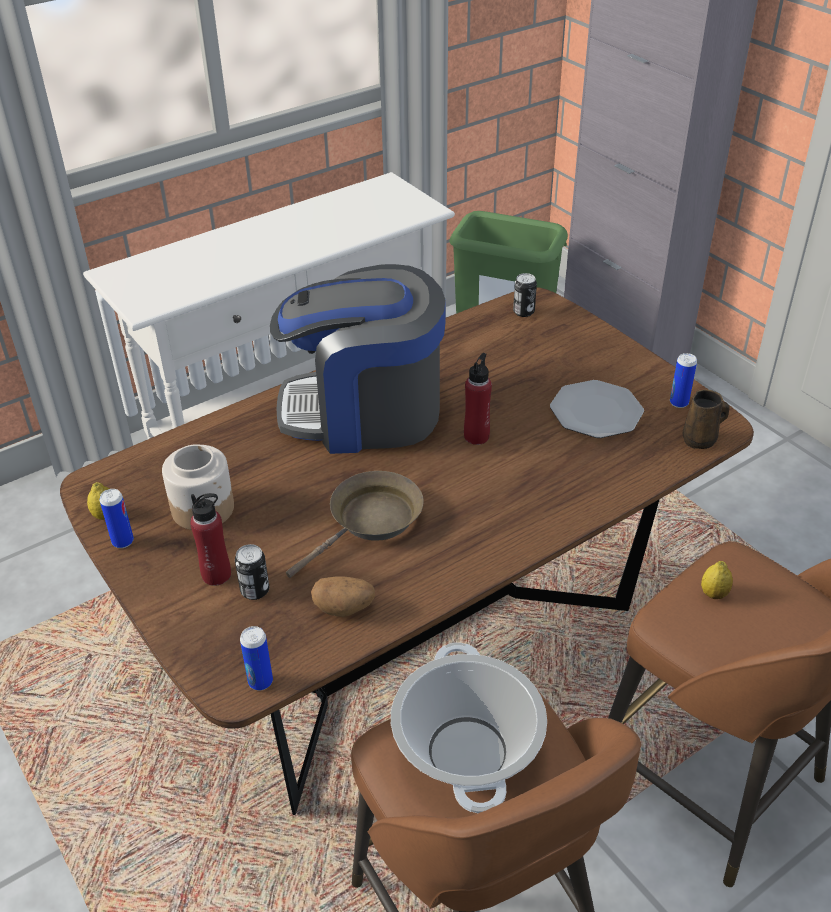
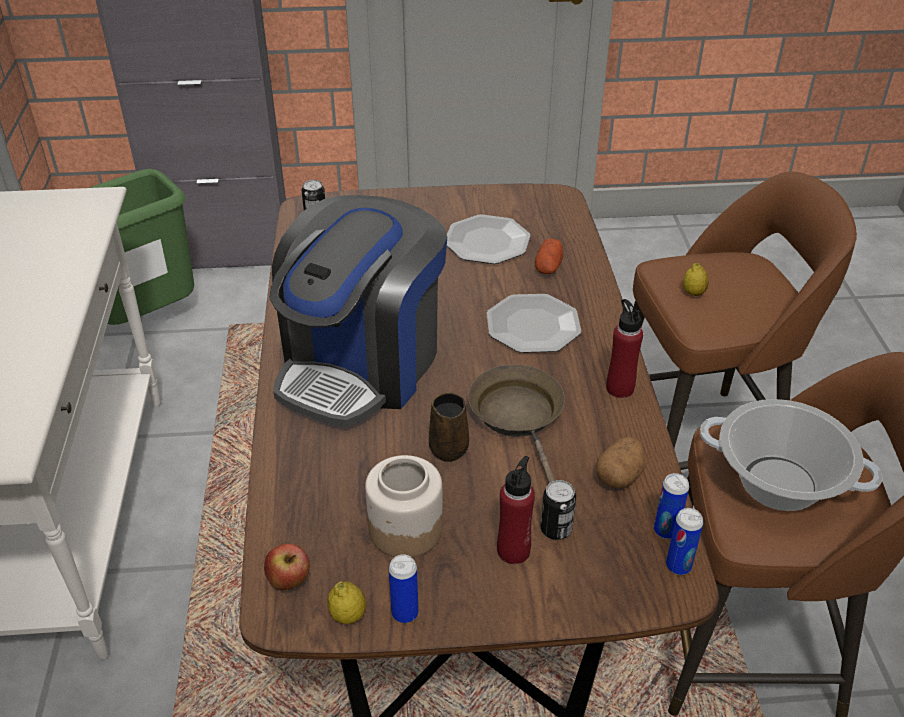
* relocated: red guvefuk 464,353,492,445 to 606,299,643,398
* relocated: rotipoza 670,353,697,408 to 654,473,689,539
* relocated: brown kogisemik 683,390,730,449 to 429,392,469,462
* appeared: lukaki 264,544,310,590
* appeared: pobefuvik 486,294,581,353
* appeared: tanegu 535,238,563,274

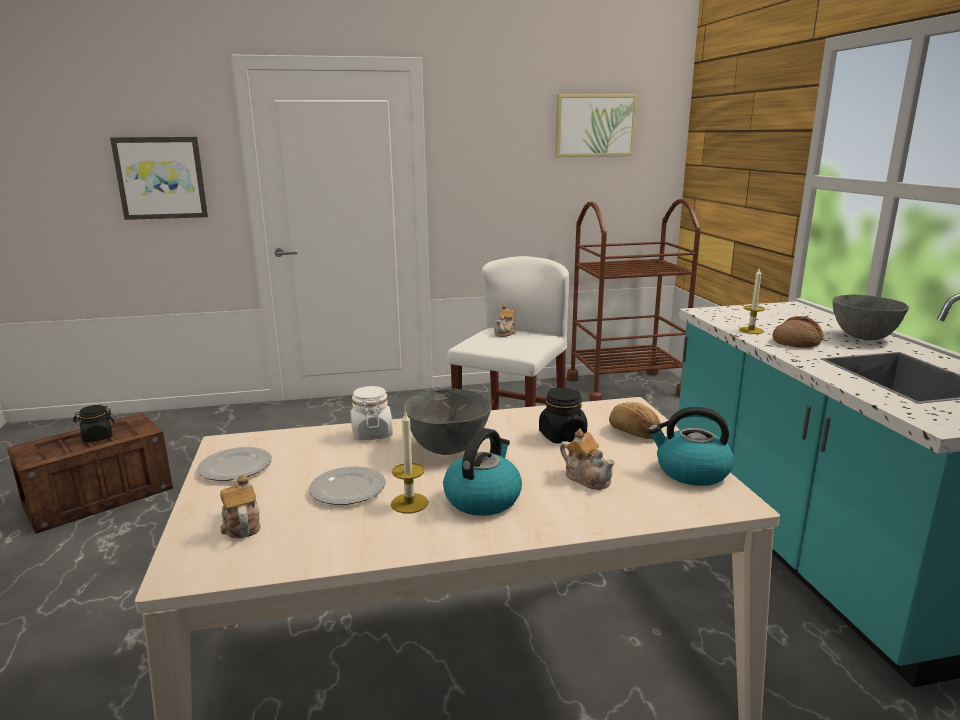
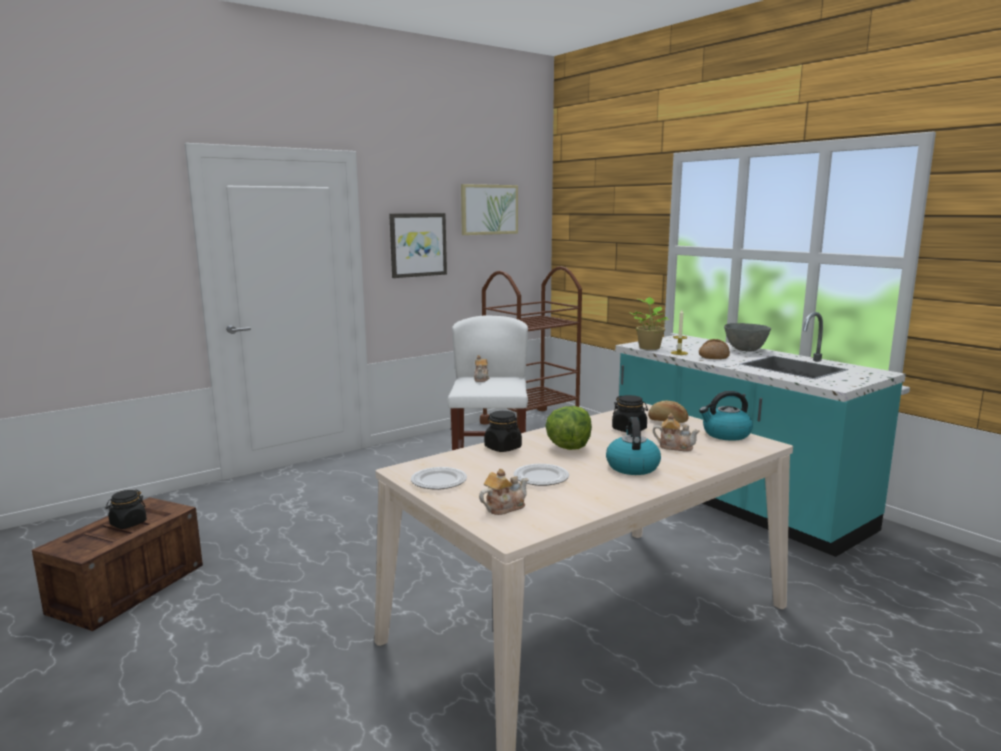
* relocated: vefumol 110,137,208,220 to 389,213,447,278
* spun: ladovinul 220,474,261,538 = 479,469,529,515 105 degrees clockwise
* colour: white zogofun 351,386,393,441 to black zogofun 484,411,522,452
* missing: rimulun 391,410,428,513
* exchanged: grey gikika 404,389,491,455 to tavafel 545,406,592,450
* appeared: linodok 631,297,670,350

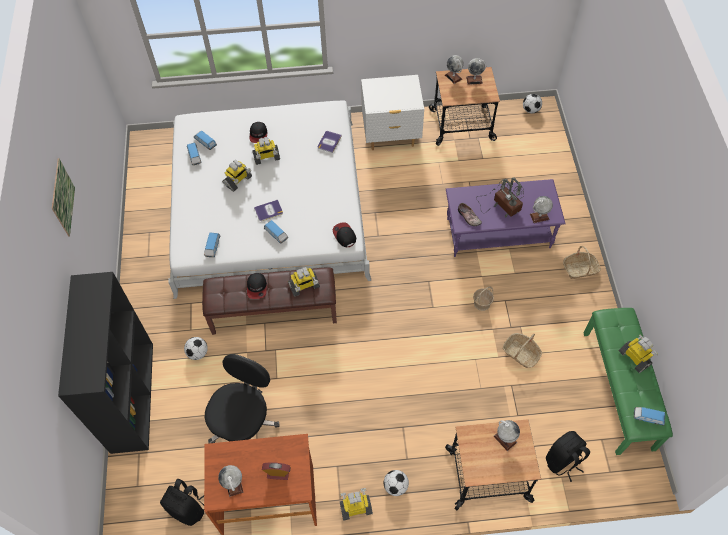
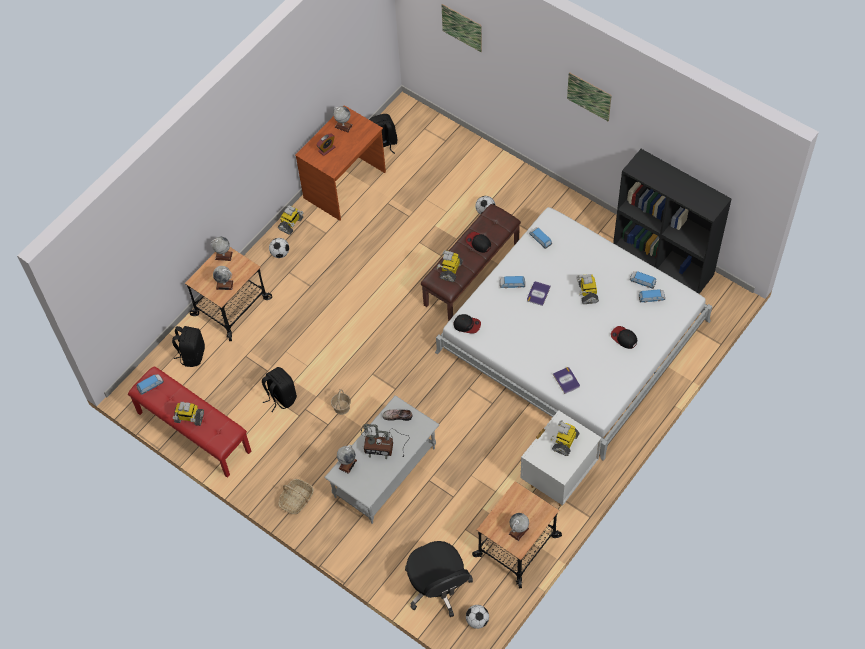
* relocated: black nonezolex 58,272,153,454 to 613,149,731,294
* relocated: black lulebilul 205,354,280,443 to 405,541,473,617
* relocated: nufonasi 252,137,280,165 to 550,420,580,456
* relocated: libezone 445,55,464,84 to 211,237,233,261
* colour: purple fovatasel 446,179,566,257 to grey fovatasel 324,395,440,524
* exchanged: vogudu 503,333,542,368 to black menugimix 262,367,297,412
* colour: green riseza 584,308,673,455 to red riseza 128,366,251,478
* appeared: vefumol 441,4,482,52

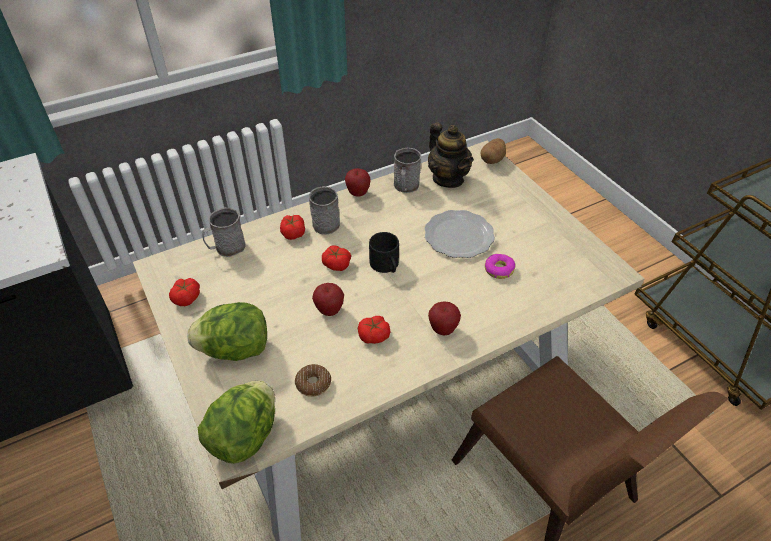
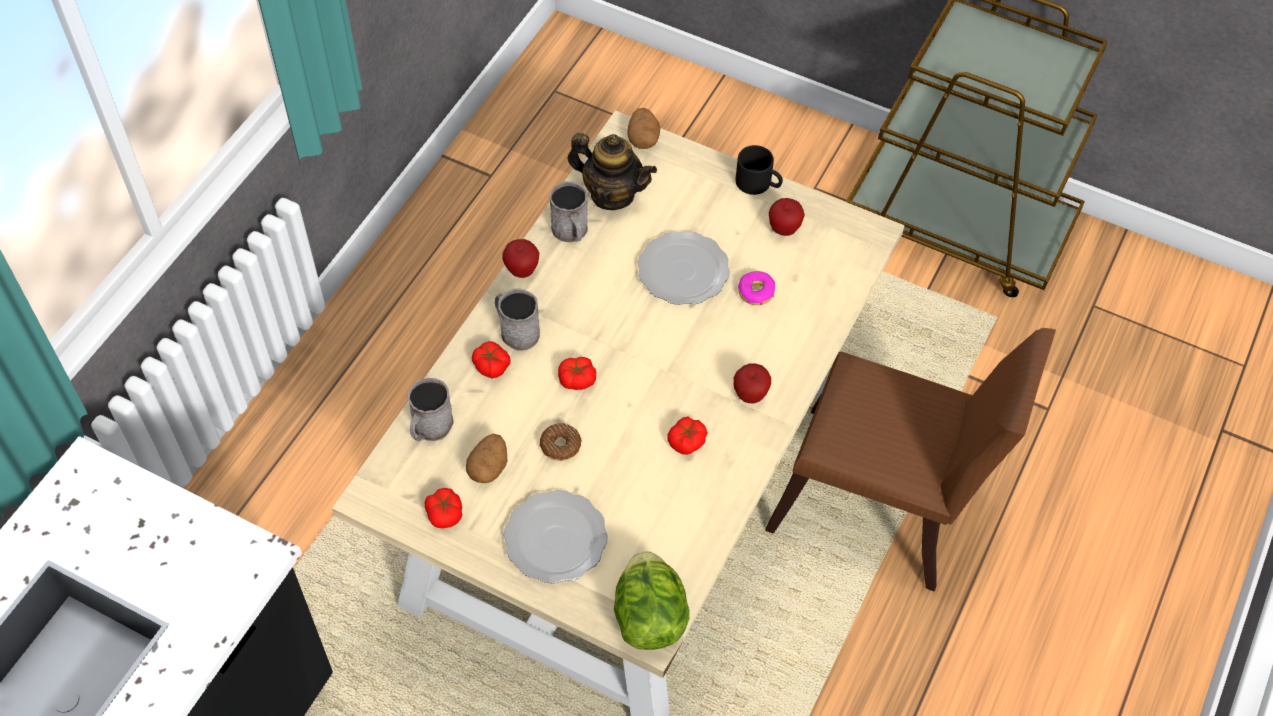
* exchanged: tavafel 187,302,267,361 to pobefuvik 504,490,608,584
* relocated: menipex 295,364,331,397 to 540,423,582,461
* relocated: lukaki 312,283,344,316 to 769,198,805,236
* relocated: black kogisemik 369,232,399,273 to 736,145,783,195
* appeared: tanegu 466,434,508,483

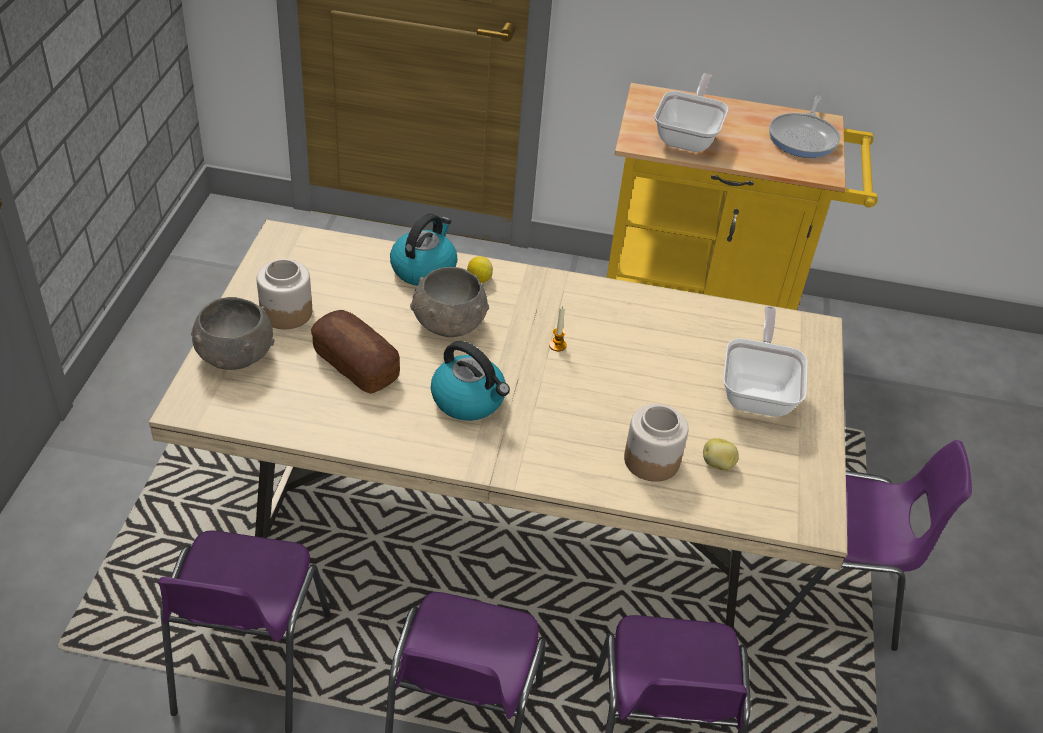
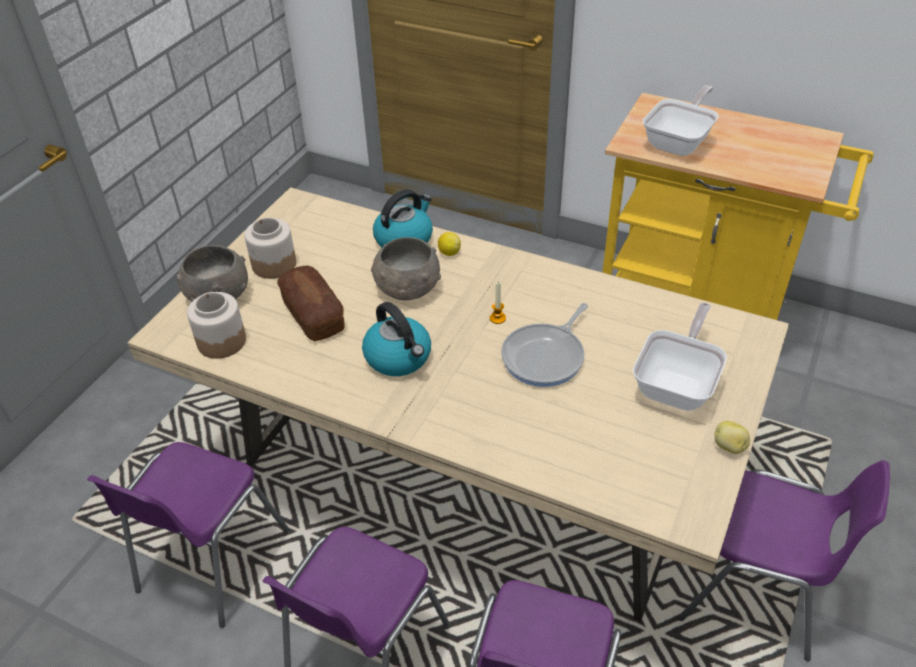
* relocated: zogofun 624,404,689,482 to 187,292,246,359
* relocated: tanegu 703,438,739,470 to 714,421,750,454
* relocated: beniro 769,96,840,158 to 501,303,588,387

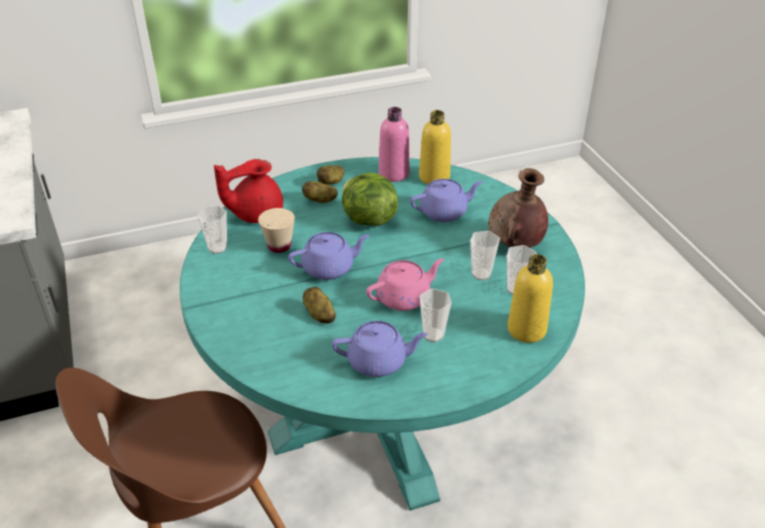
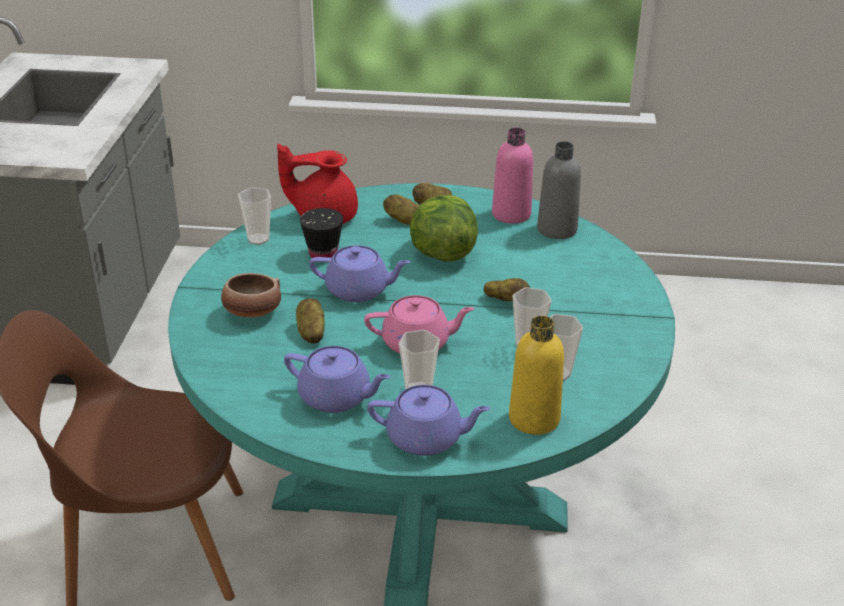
* colour: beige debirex 258,208,295,253 to black debirex 300,208,343,258
* relocated: purple ladovinul 410,179,483,222 to 368,385,490,456
* colour: yellow guvefuk 419,110,451,184 to grey guvefuk 537,141,581,239
* missing: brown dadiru 488,168,548,248
* appeared: gikika 221,273,281,318
* appeared: tanegu 484,278,530,301

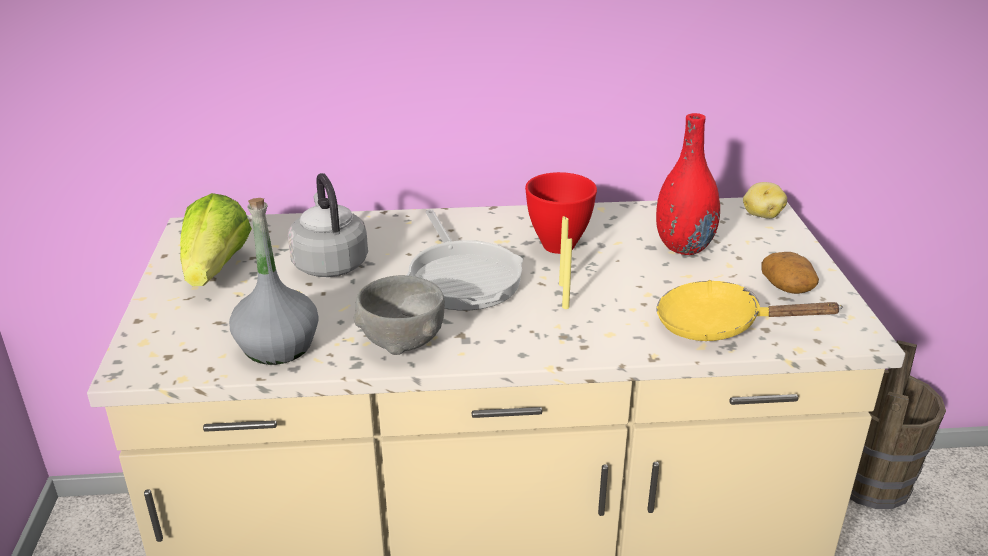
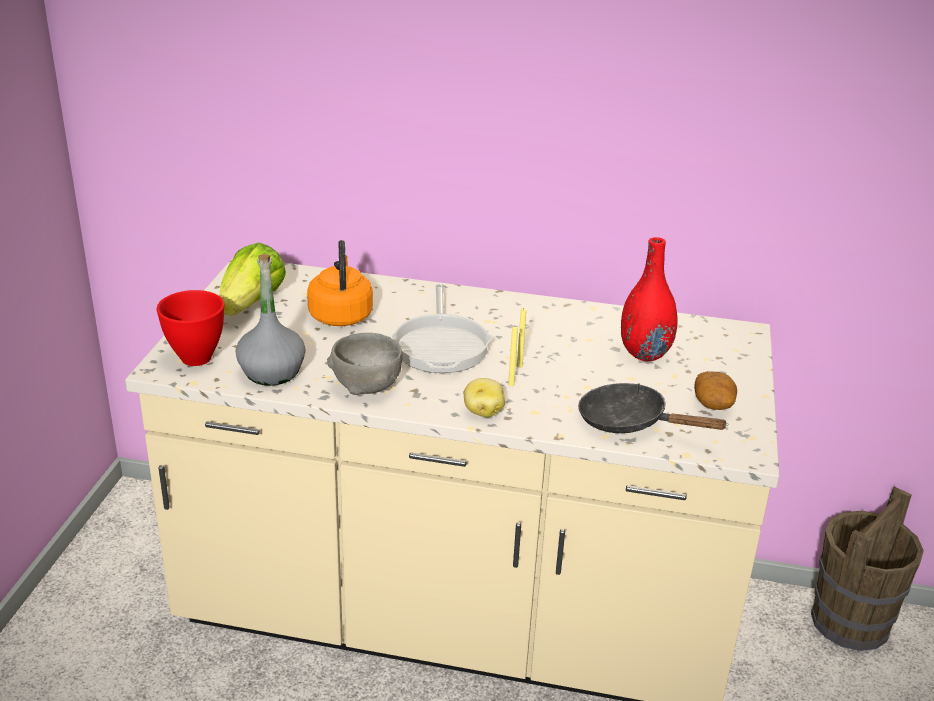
* colour: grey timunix 288,173,368,277 to orange timunix 307,240,373,326
* relocated: red gikika 525,172,597,254 to 157,290,224,366
* colour: yellow beniro 657,280,843,341 to black beniro 578,383,729,433
* relocated: tanegu 743,182,787,219 to 463,378,505,418

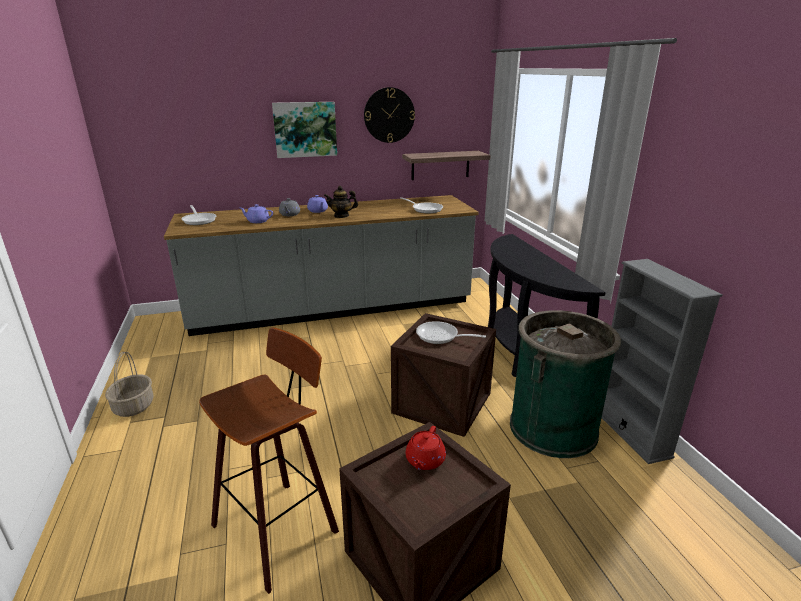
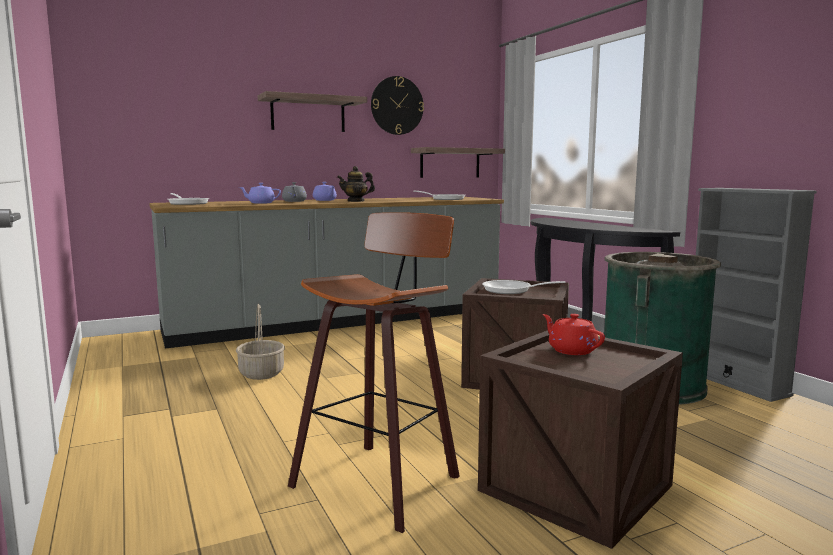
* relocated: vogudu 105,352,154,417 to 236,304,285,380
* exchanged: vefumol 272,102,337,158 to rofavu 258,91,367,132
* spun: red ladovinul 406,426,446,470 = 543,314,605,355 135 degrees clockwise

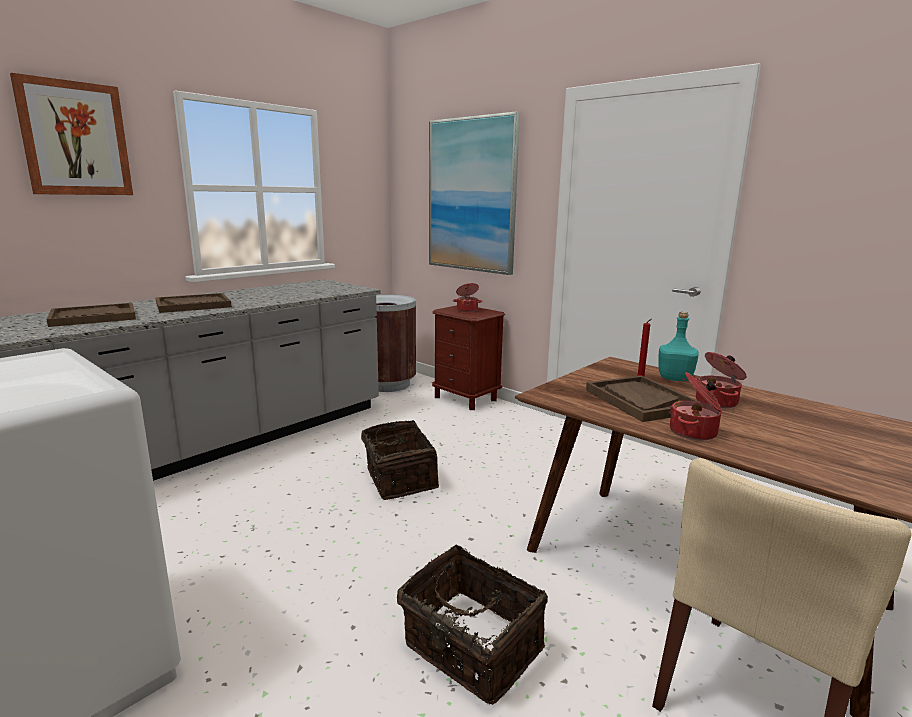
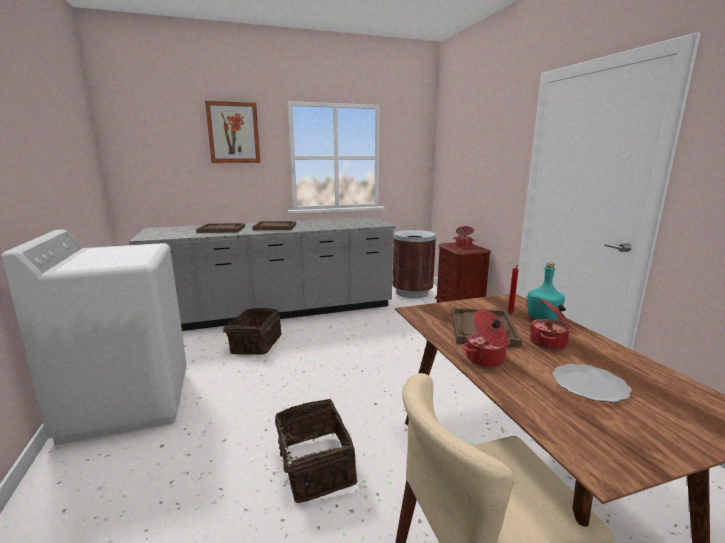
* relocated: vogudu 356,420,439,500 to 216,308,281,355
* missing: vefumol 429,111,520,275
* appeared: pobefuvik 553,364,632,402

